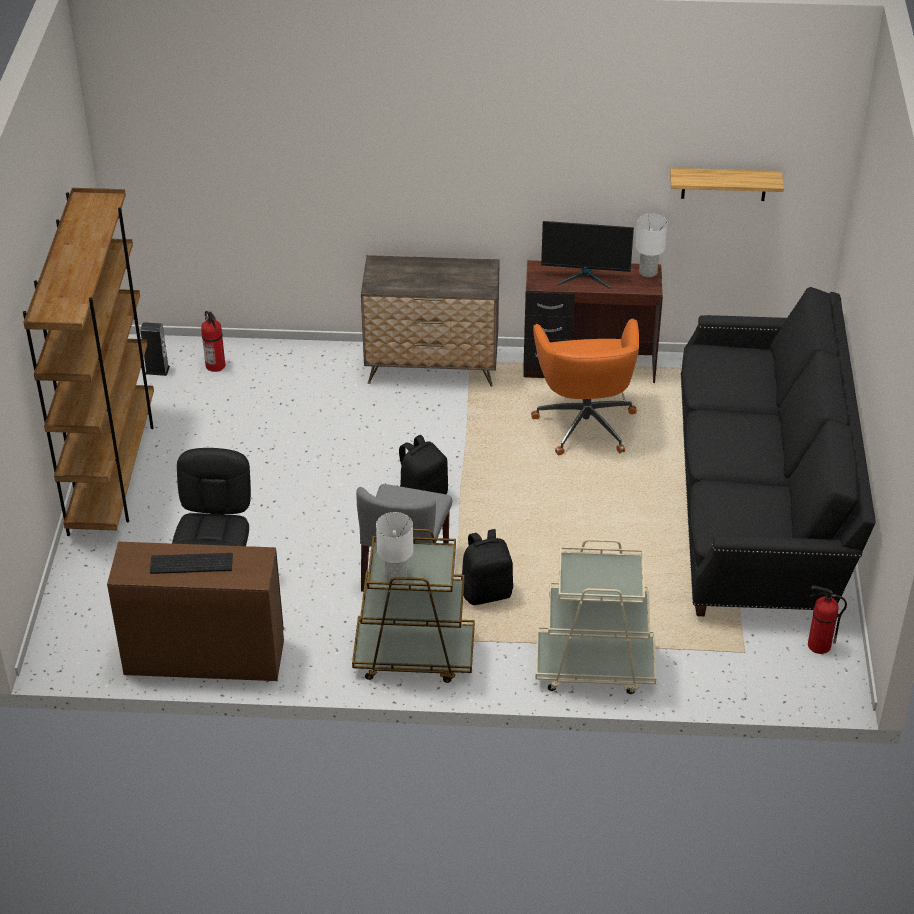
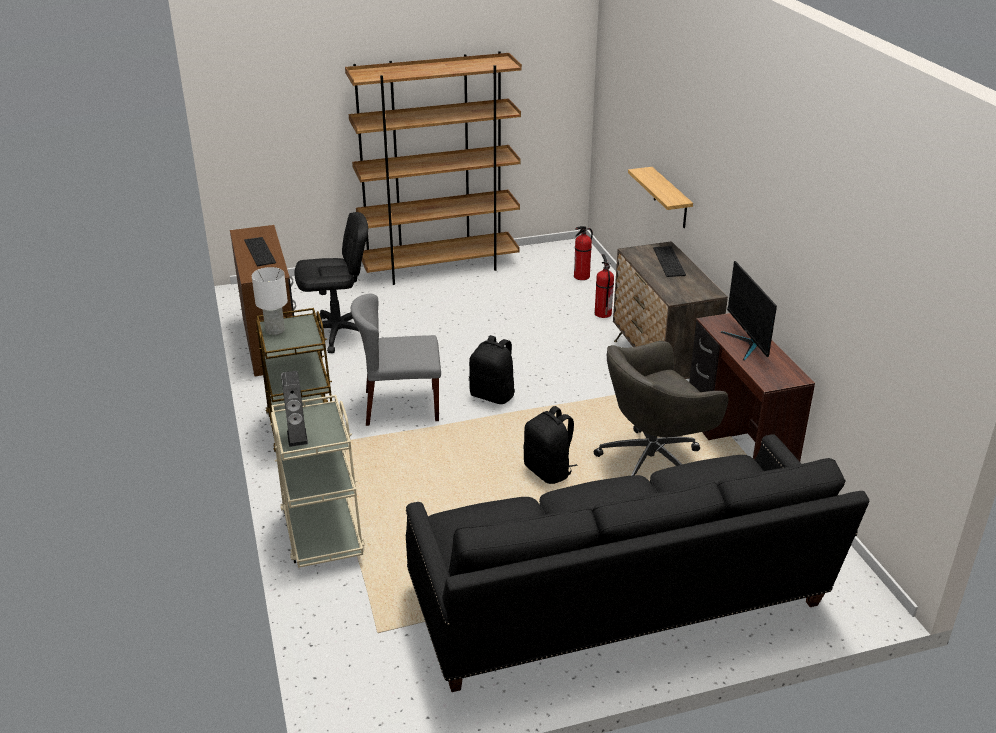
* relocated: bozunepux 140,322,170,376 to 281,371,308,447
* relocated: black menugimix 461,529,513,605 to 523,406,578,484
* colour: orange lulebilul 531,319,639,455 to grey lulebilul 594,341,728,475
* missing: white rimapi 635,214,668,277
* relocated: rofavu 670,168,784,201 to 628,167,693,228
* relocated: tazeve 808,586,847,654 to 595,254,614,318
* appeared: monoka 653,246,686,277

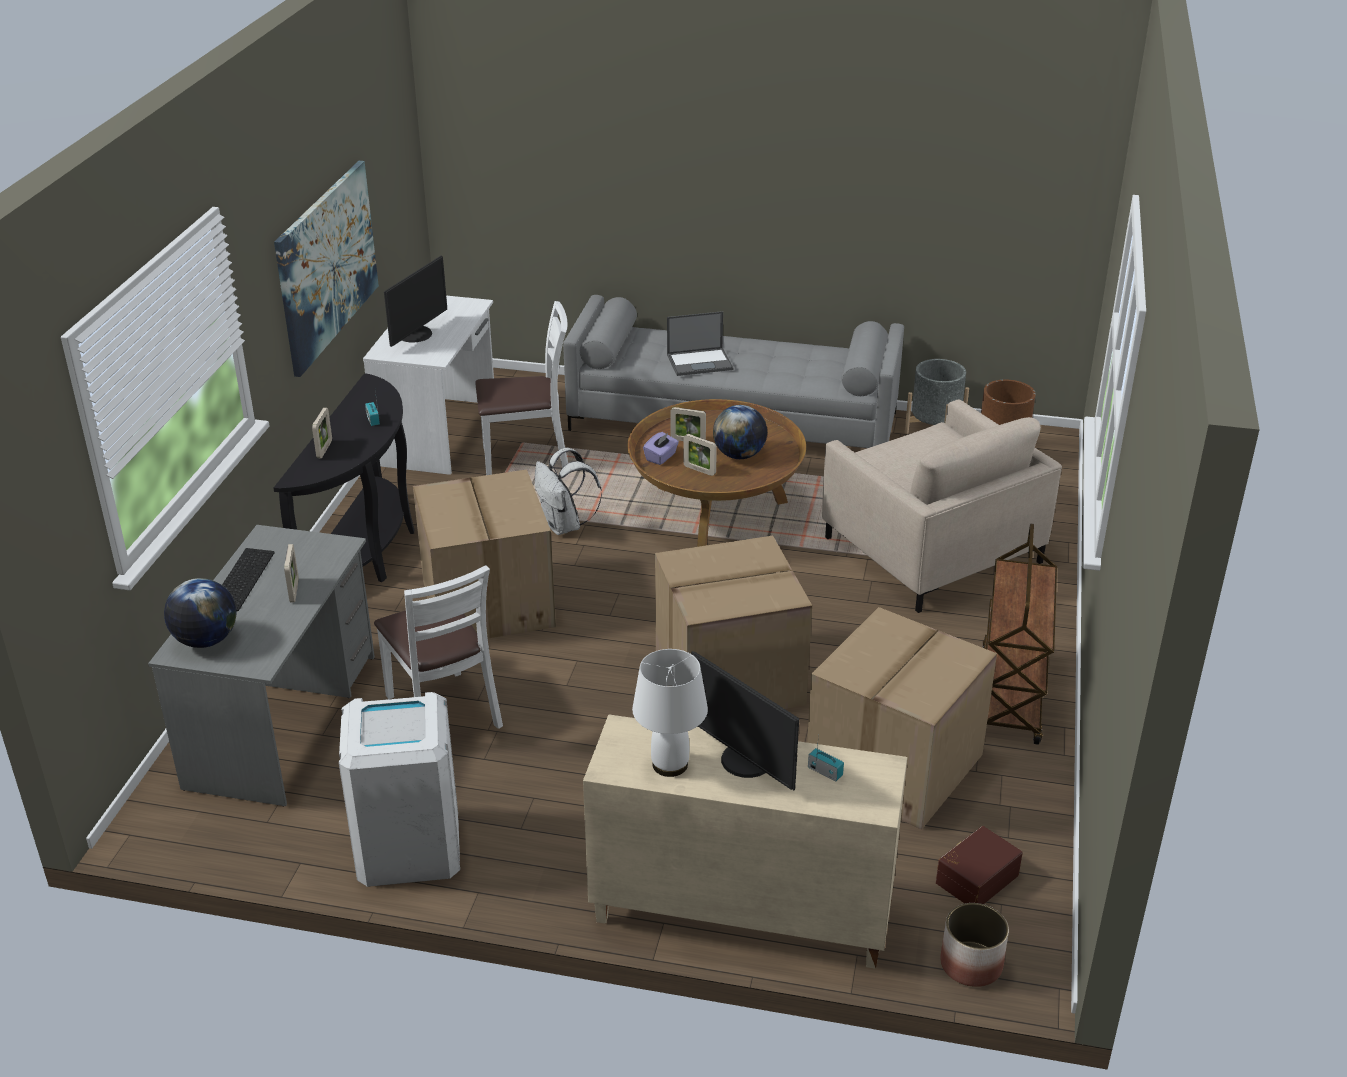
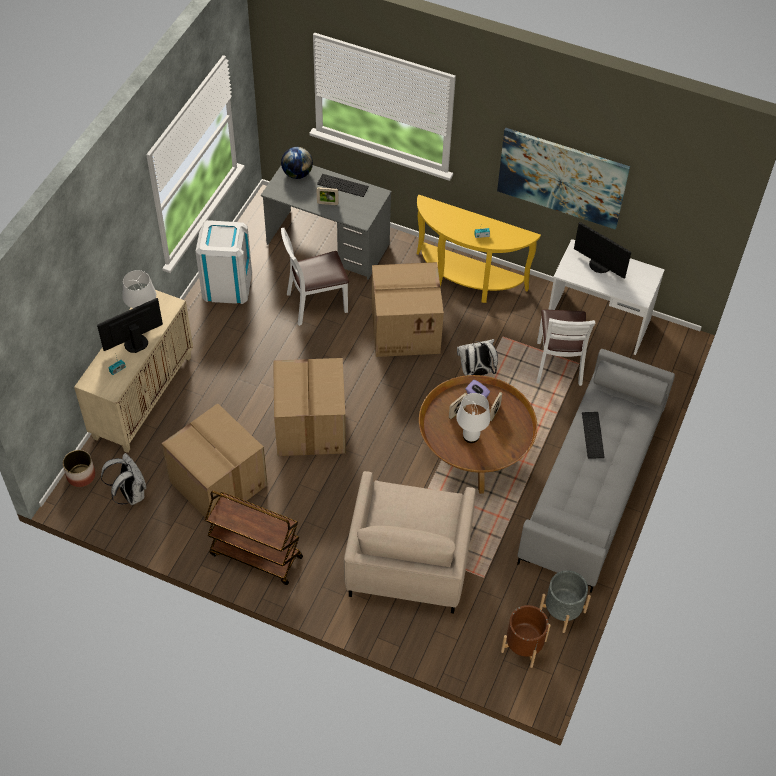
* colour: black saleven 274,373,414,582 to yellow saleven 417,194,541,303
* missing: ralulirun 312,408,332,458
* exchanged: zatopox 667,311,733,376 to monoka 582,412,605,459
* exchanged: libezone 713,405,767,459 to white rimapi 456,393,490,443
* spun: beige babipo 822,400,1062,613 = 344,471,476,614 60 degrees counterclockwise
* exchanged: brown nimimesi 936,826,1023,904 to white menugimix 101,453,146,505

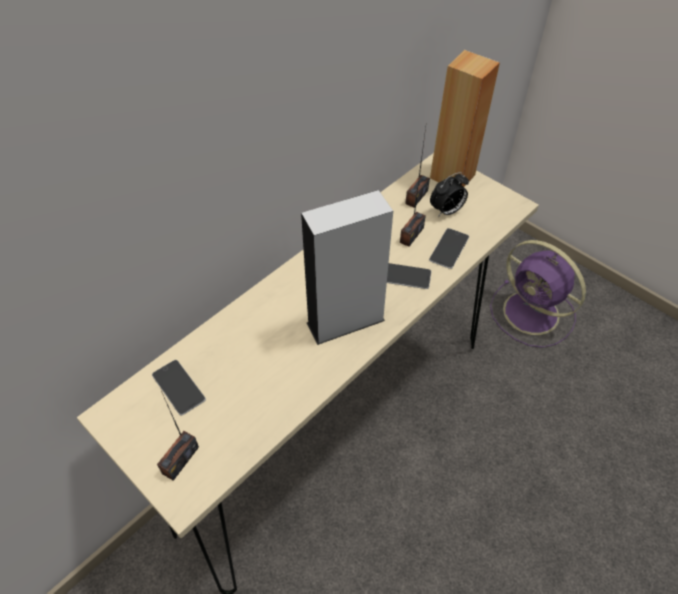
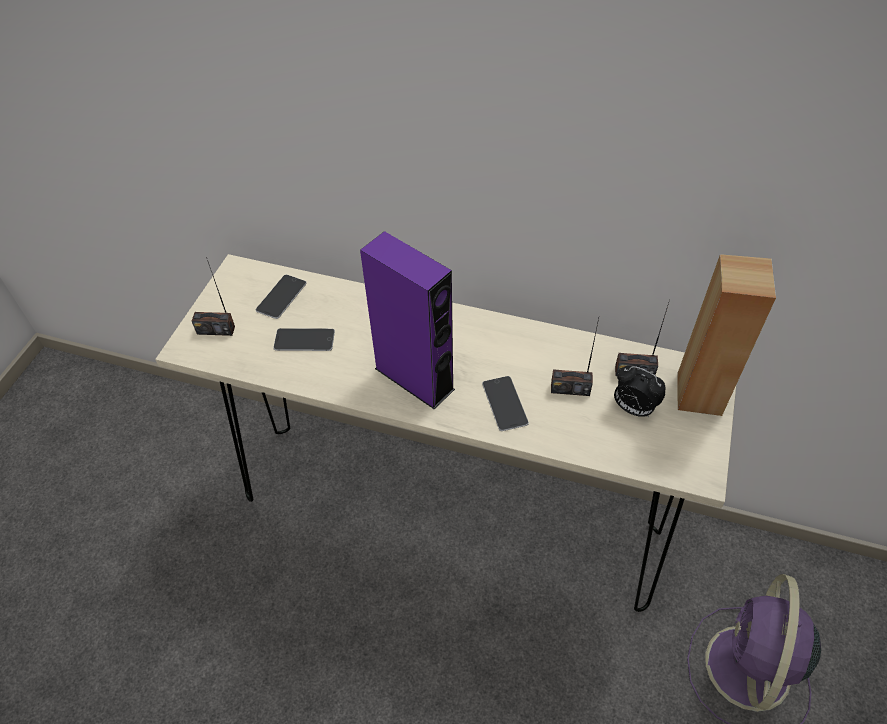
* colour: grey bozunepux 301,190,393,345 to purple bozunepux 360,231,455,409
* relocated: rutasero 429,228,469,269 to 273,328,335,351

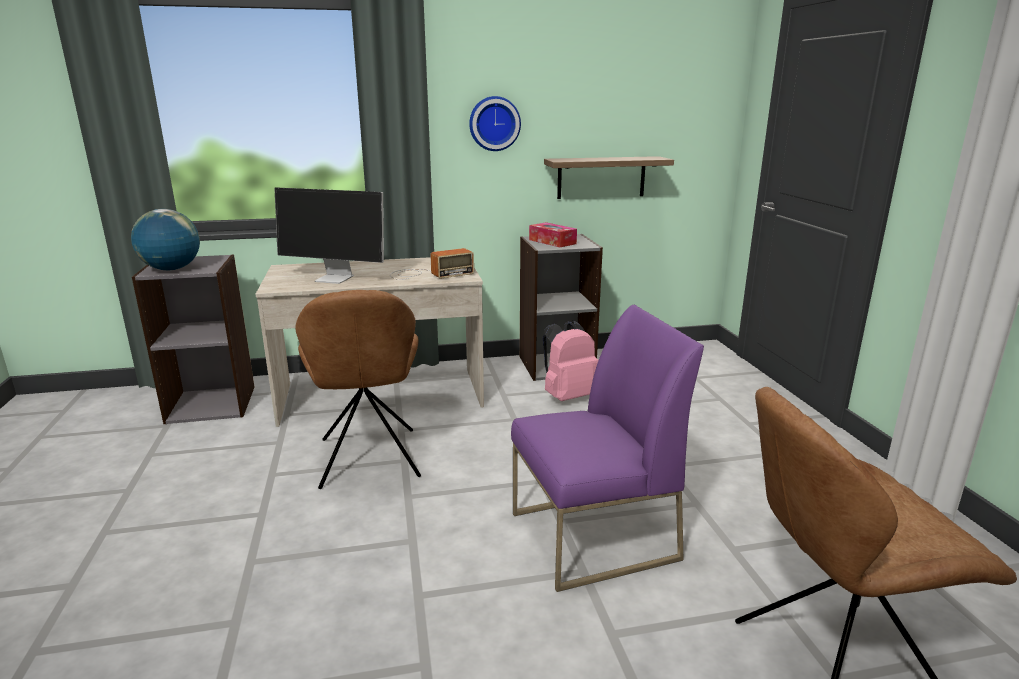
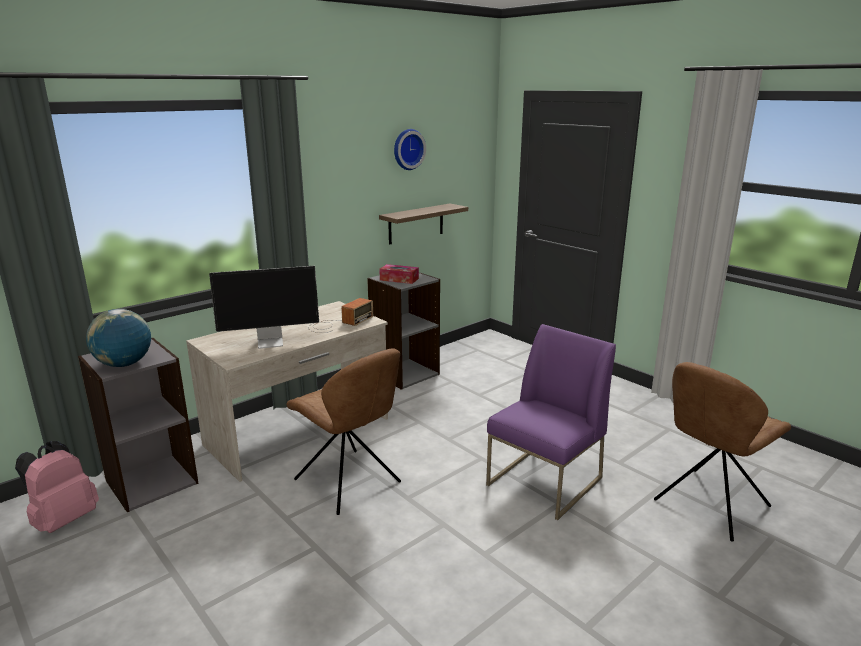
* relocated: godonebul 469,96,521,151 to 394,129,426,170
* relocated: pink menugimix 543,321,599,401 to 15,441,99,533

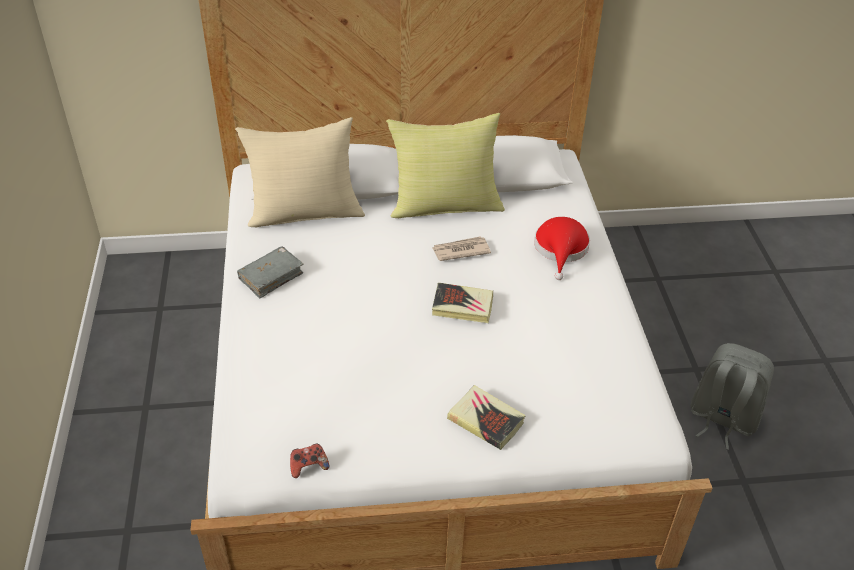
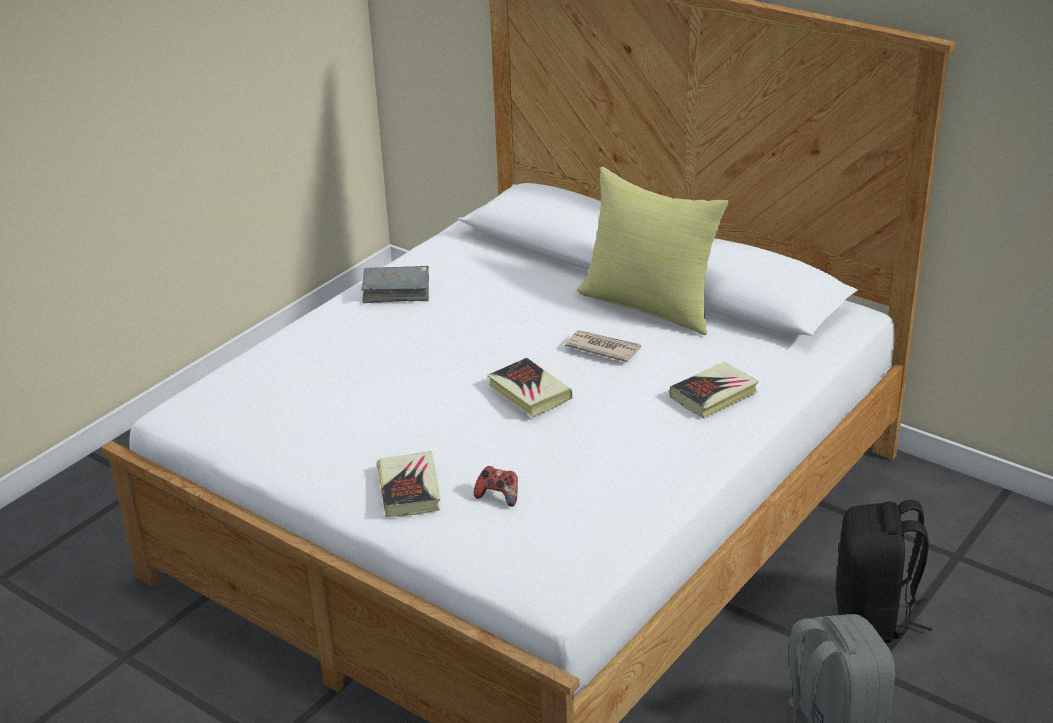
* missing: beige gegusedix 235,117,365,227
* relocated: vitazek 290,444,329,478 to 473,466,518,507
* exchanged: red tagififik 534,217,590,280 to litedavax 670,362,759,418
* appeared: black menugimix 836,500,933,643

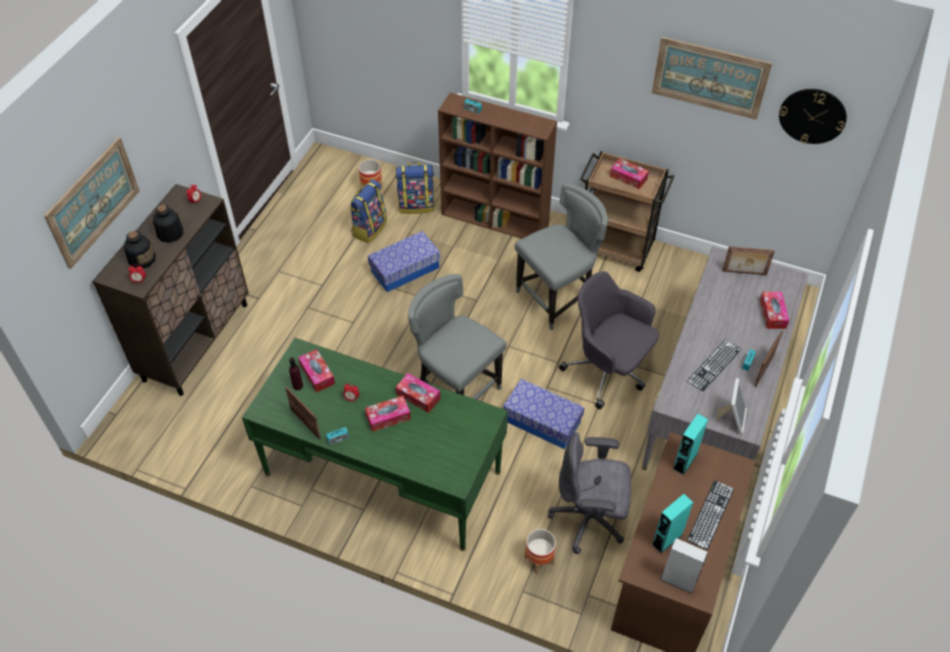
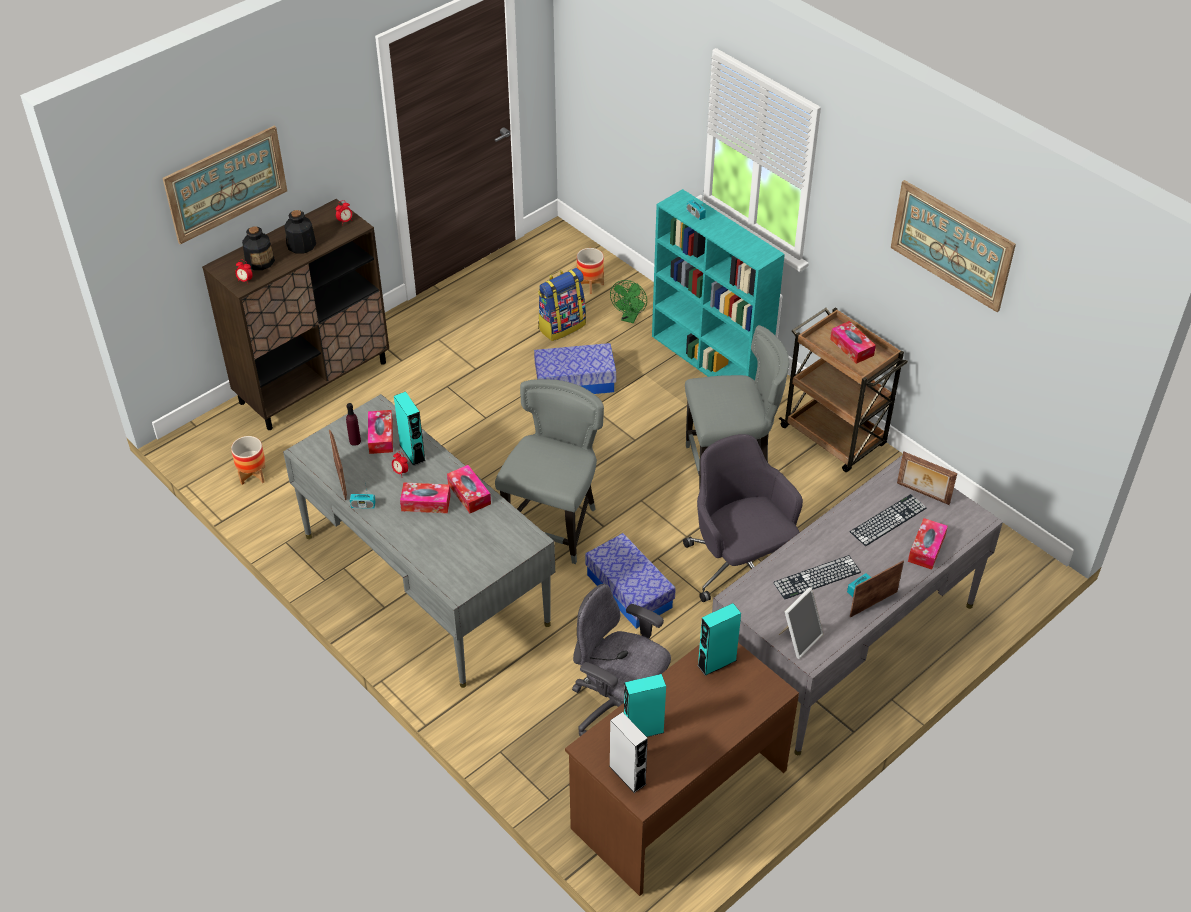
* colour: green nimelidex 242,338,508,551 to grey nimelidex 283,394,555,688
* exchanged: menugimix 396,162,435,214 to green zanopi 610,280,647,323
* spun: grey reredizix 408,274,507,400 = 495,379,604,564 45 degrees clockwise
* colour: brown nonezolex 438,93,557,239 to turquoise nonezolex 652,189,785,381
* relocated: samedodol 524,529,556,574 to 231,436,265,485
* relocated: monoka 687,480,734,550 to 850,494,927,546
* missing: godonebul 779,89,847,144
* appeared: turquoise bozunepux 394,391,425,466

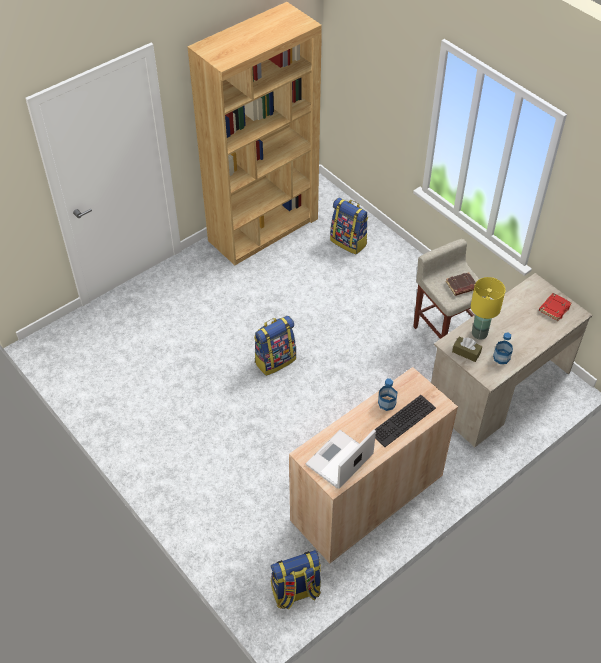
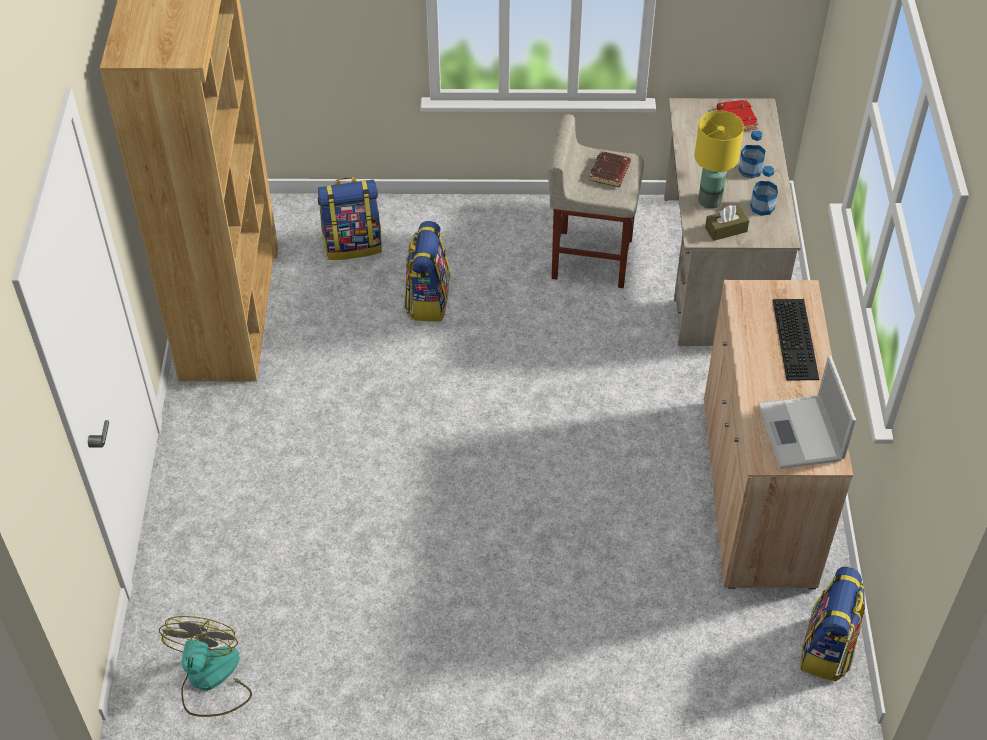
* relocated: menugimix 254,316,296,376 to 404,221,450,322
* relocated: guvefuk 378,378,398,411 to 738,130,765,178
* appeared: zanopi 159,616,252,717

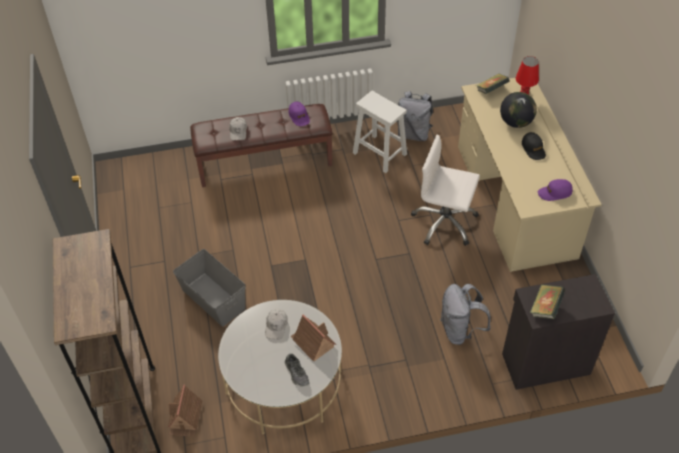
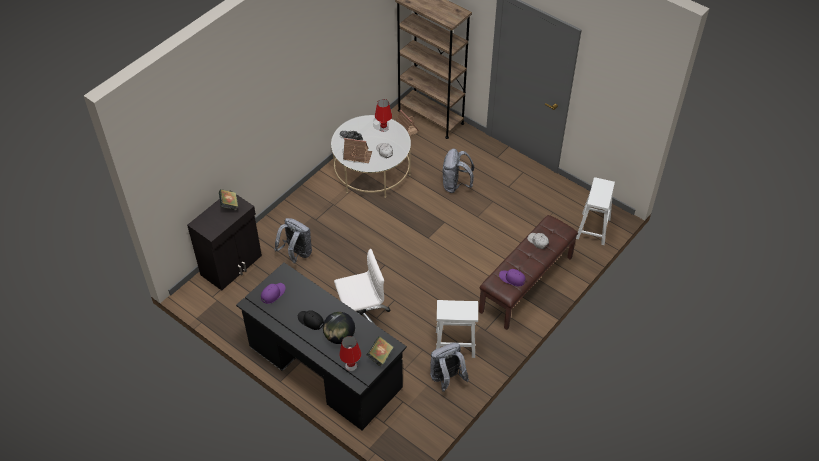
* exchanged: grey nimimesi 173,249,246,327 to grey menugimix 443,149,474,193
* colour: beige nimelidex 458,78,602,272 to black nimelidex 236,263,407,430
* appeared: red rimapi 375,99,392,132
* appeared: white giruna 576,177,615,245

